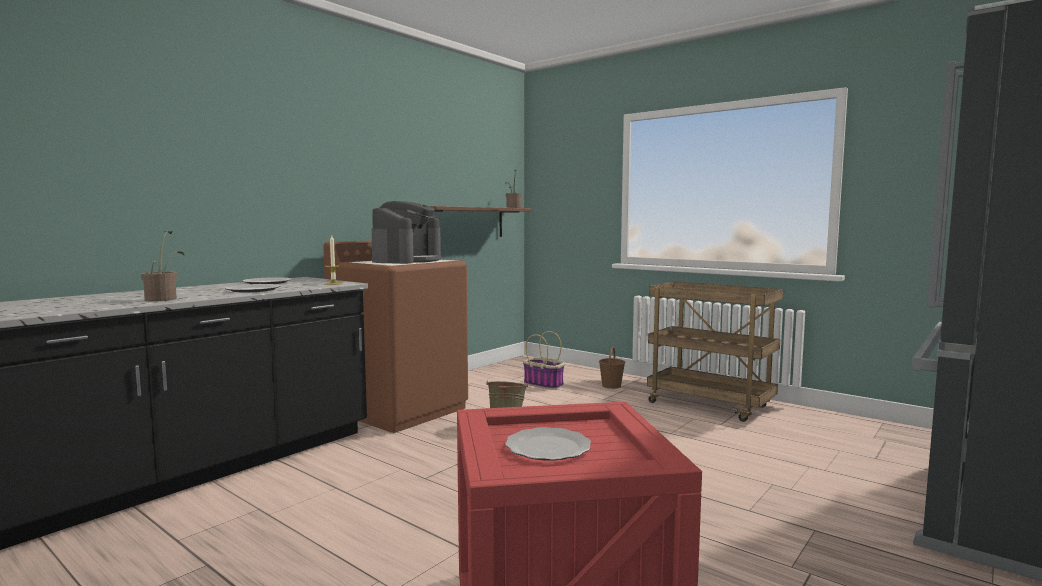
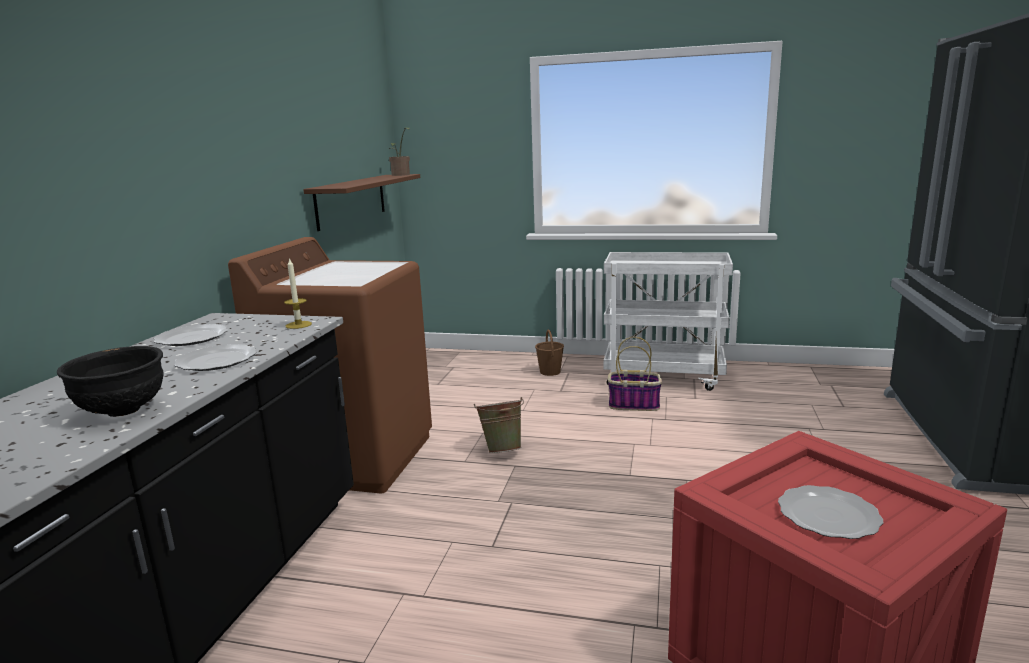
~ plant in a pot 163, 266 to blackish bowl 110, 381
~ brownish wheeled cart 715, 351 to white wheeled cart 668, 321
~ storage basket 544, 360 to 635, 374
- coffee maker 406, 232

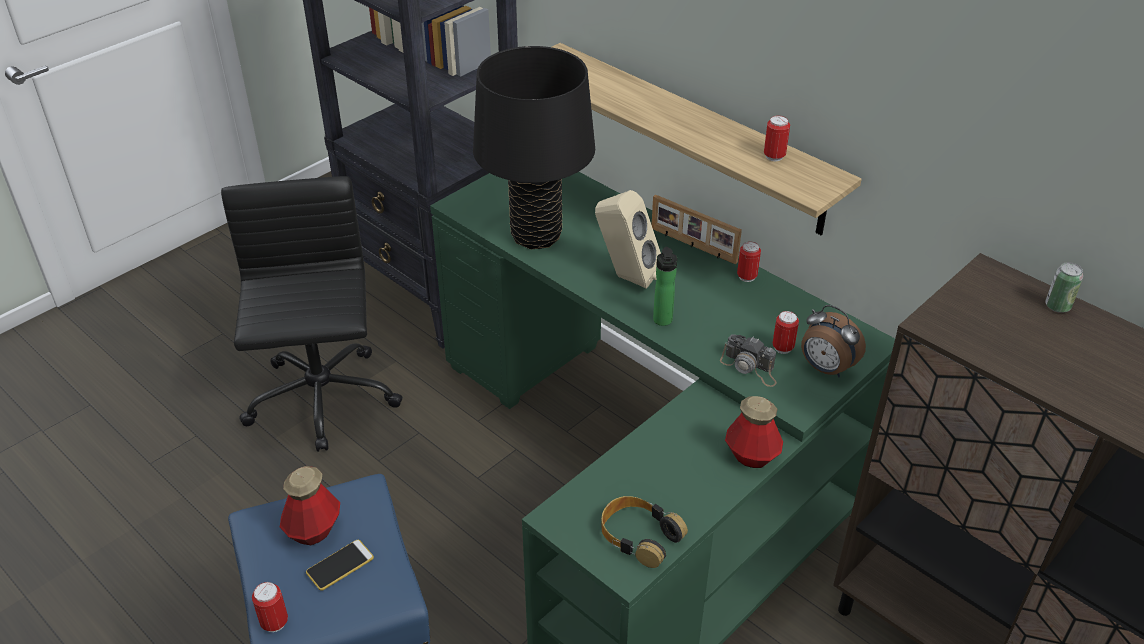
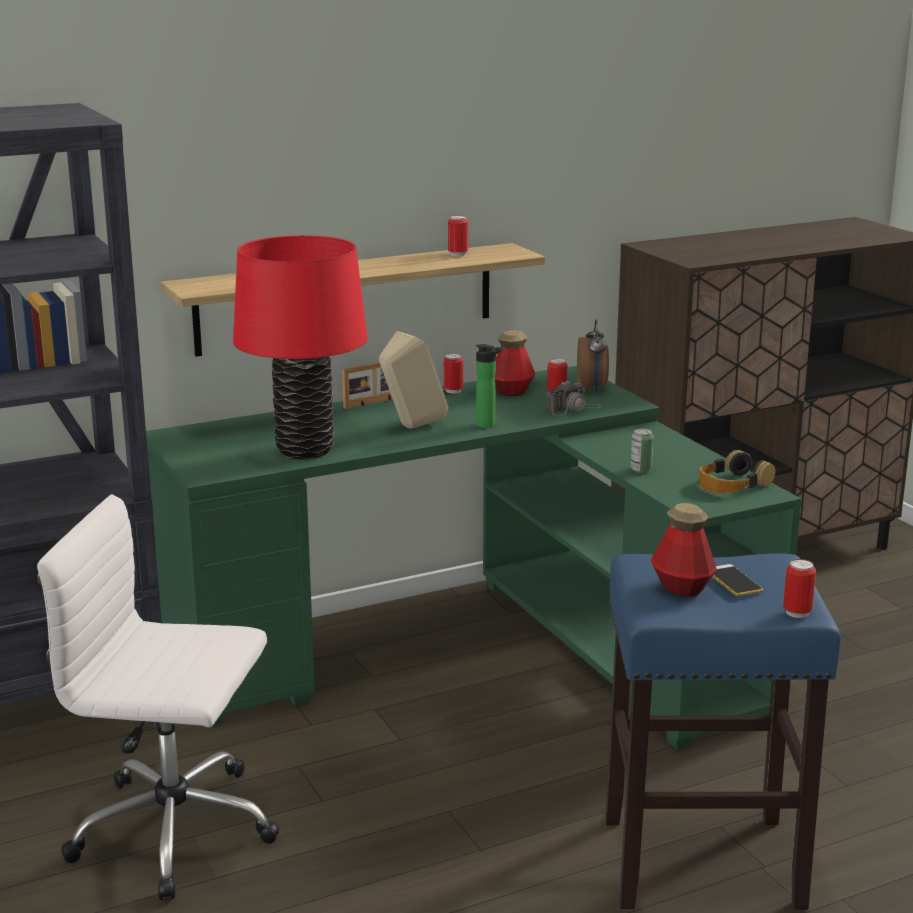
~ blackish desk chair 312, 314 to white desk chair 158, 697
~ blackish lamp for a table 534, 147 to reddish lamp for a table 300, 347
~ drink bottle 754, 432 to 515, 363
~ table clock 833, 341 = 593, 356 60 degrees counterclockwise
~ sealed can 1064, 287 to 642, 450

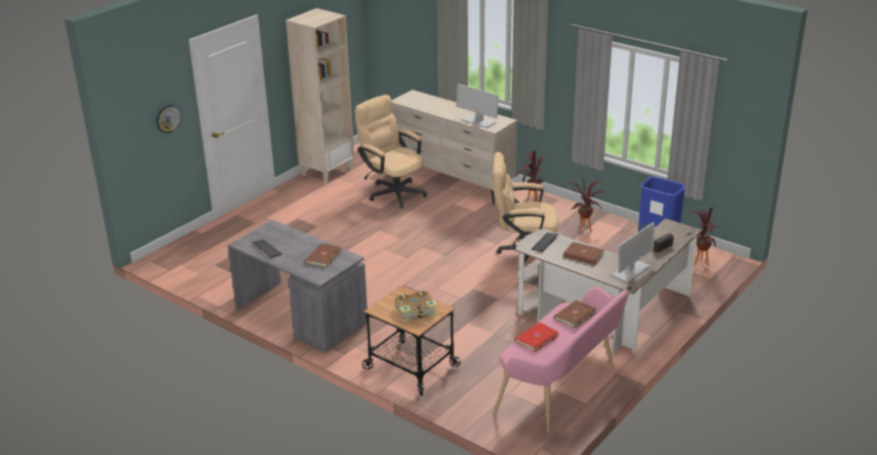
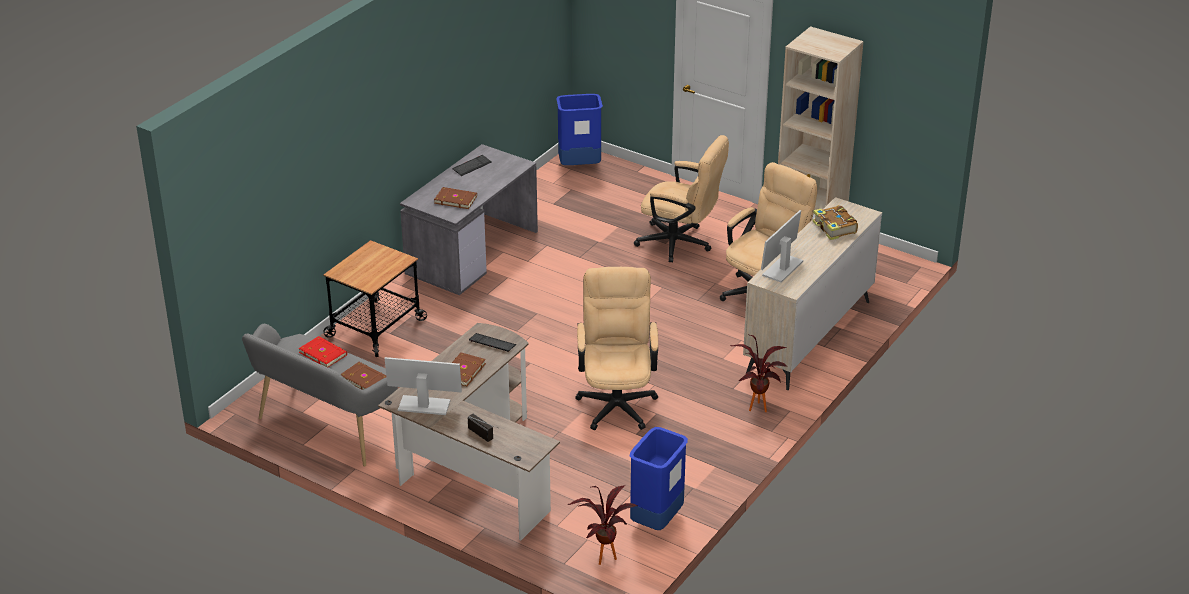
~ pinkish long seat 561, 359 to gray long seat 320, 395
~ computer display 633, 252 = 423, 386 150 degrees clockwise
+ blue trash can 579, 129
+ beige-coloured desk chair 681, 199
~ book 416, 306 to 835, 222
- hanging clock 168, 119
- plant in a pot 584, 202

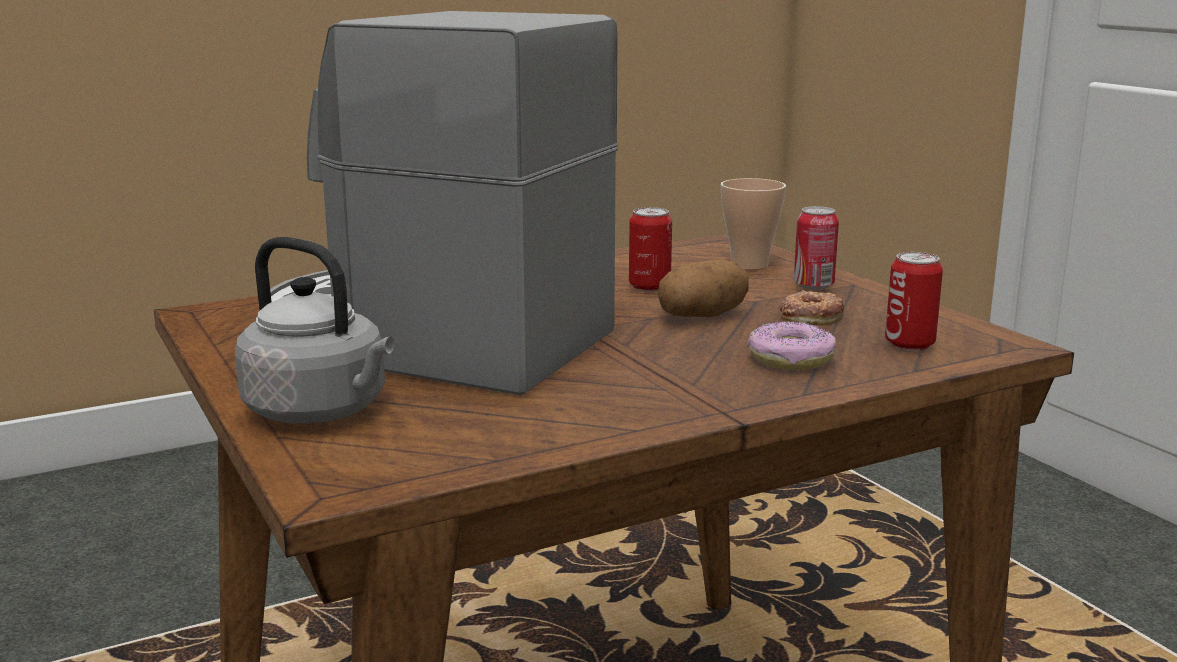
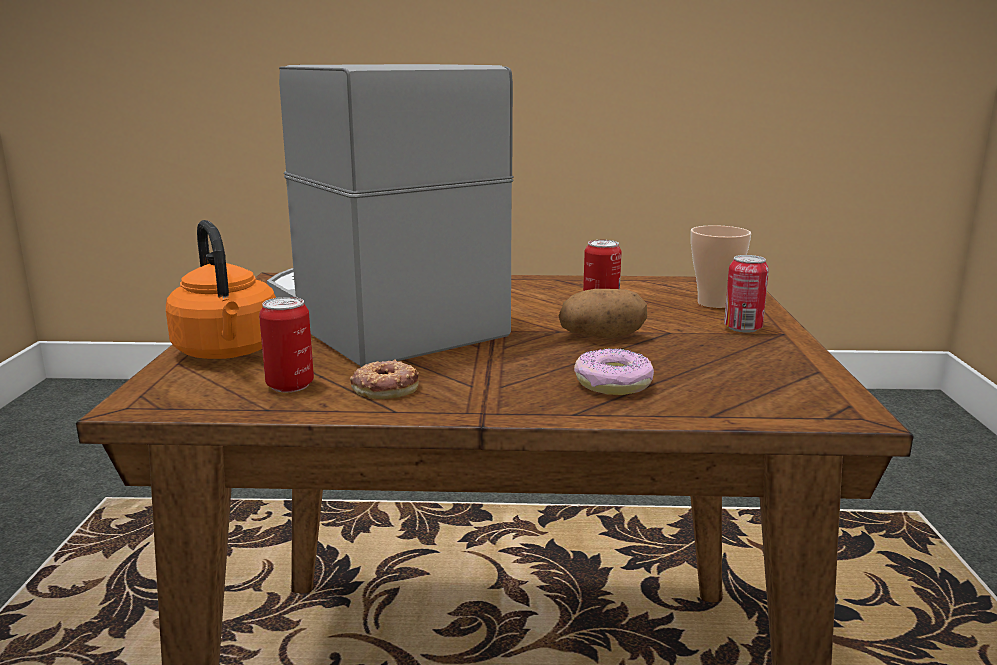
~ gray kettle 314, 330 to orange-coloured kettle 221, 289
~ sealed can 914, 301 to 286, 344
~ doughnut 812, 307 to 384, 379

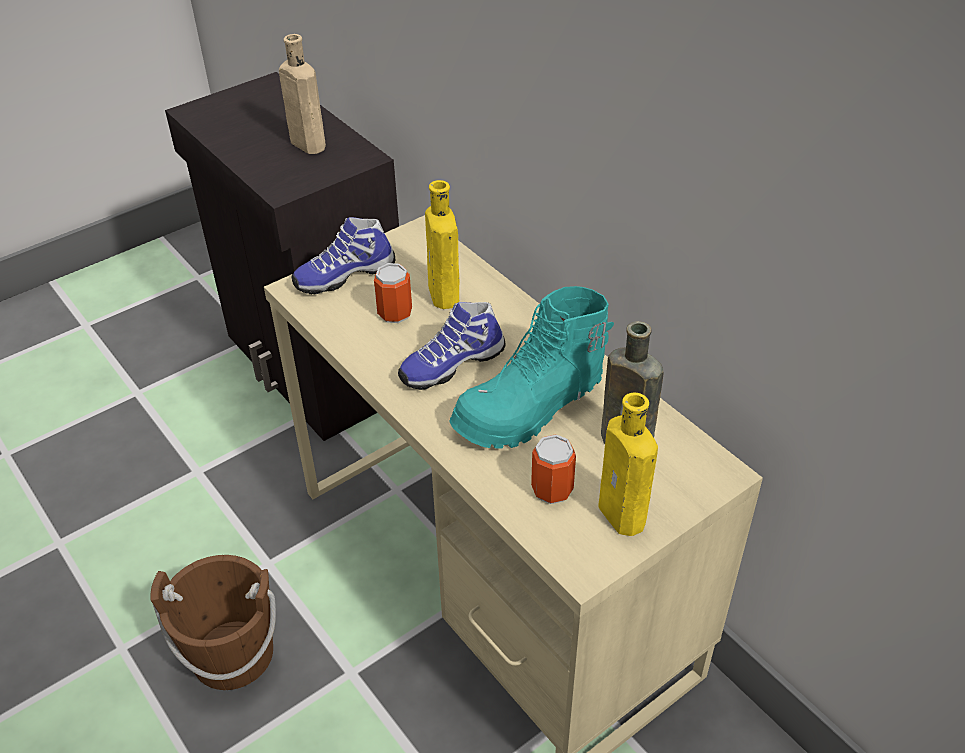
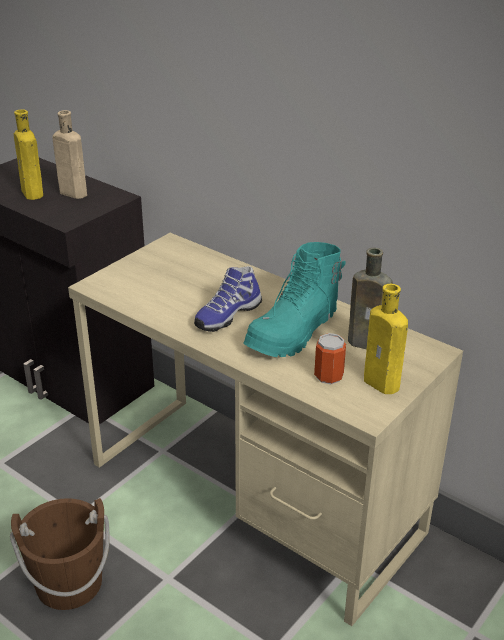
~ yellow drink bottle 442, 244 to 28, 155
- low shoe 343, 255
- sealed can 393, 293

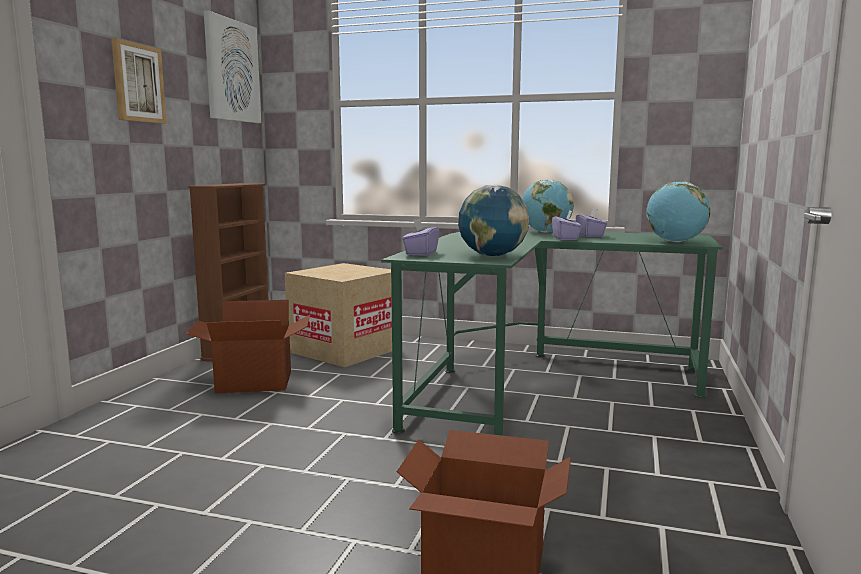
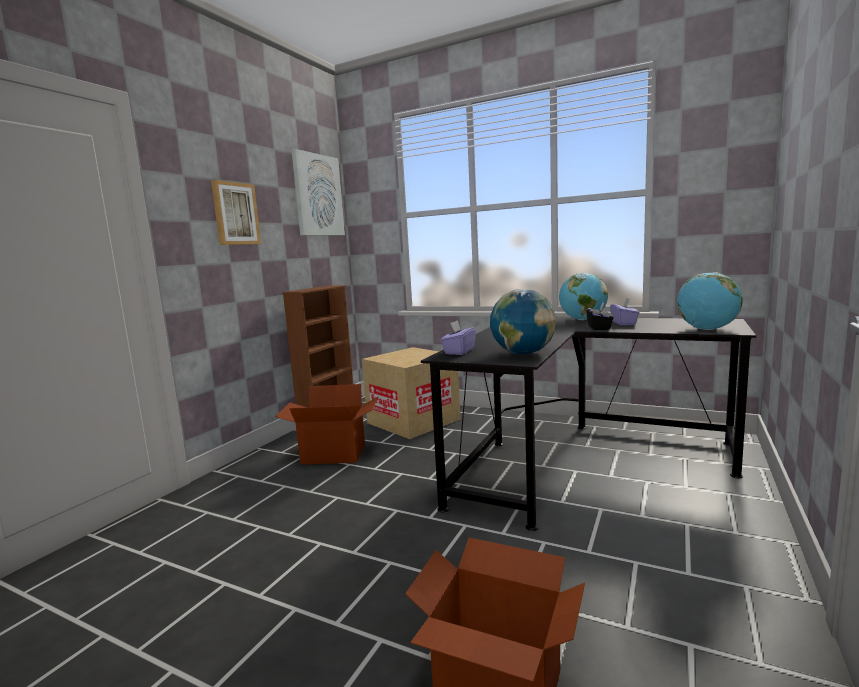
~ green-coloured desk 552, 333 to blackish desk 588, 424
~ purplish box of tissues 567, 225 to blackish box of tissues 600, 316

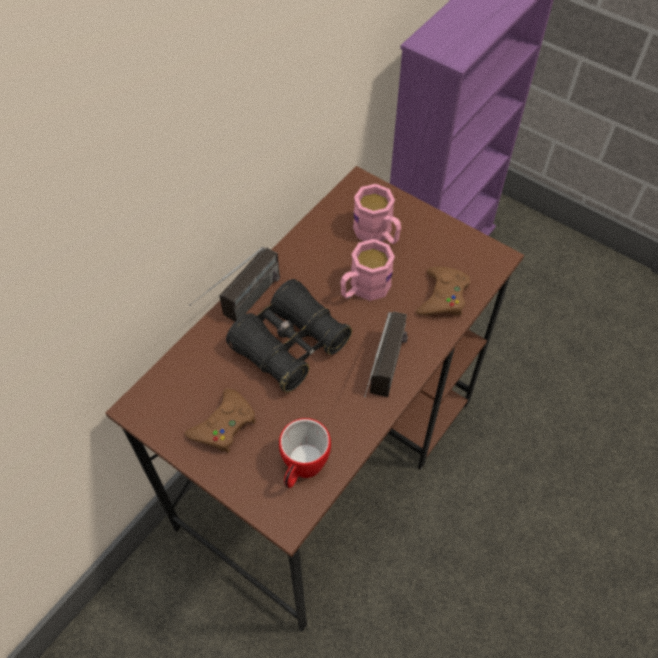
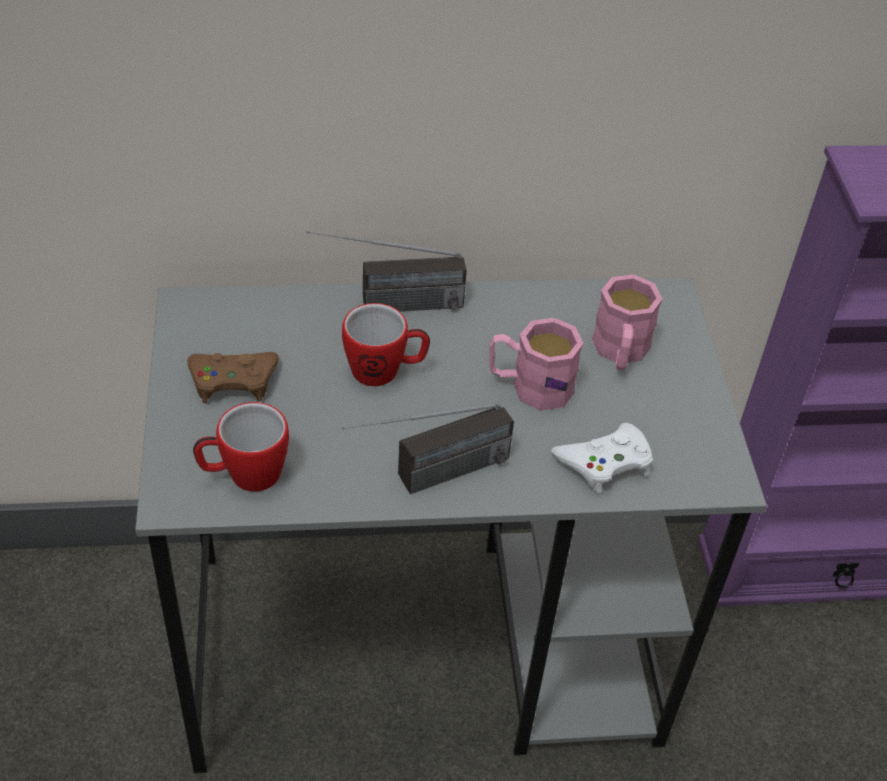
~ brownish desk 314, 399 to gray desk 451, 525
~ blackish binoculars 289, 335 to coffee mug 386, 344
~ brownish joypad 443, 291 to white joypad 602, 458

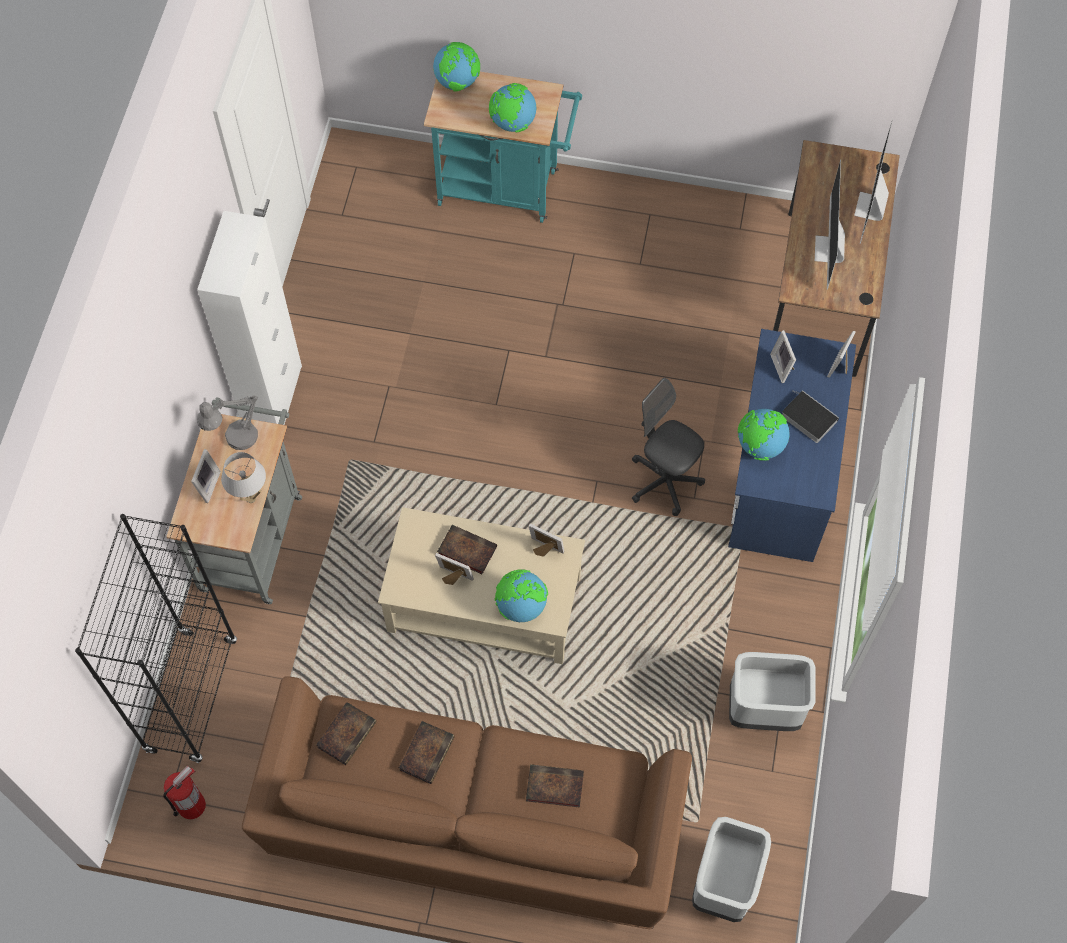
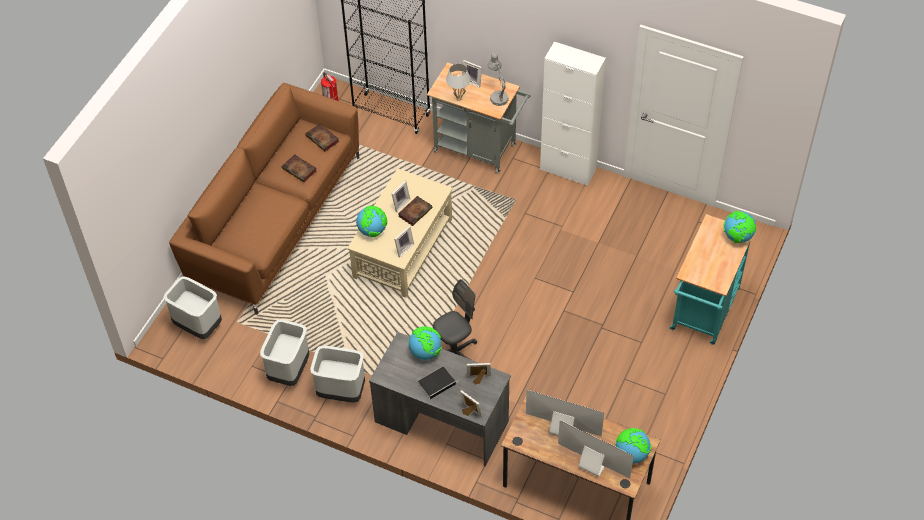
+ gray trash can 337, 374
~ blue desk 792, 445 to gray desk 440, 399
~ globe 512, 107 to 633, 446
- book 555, 786

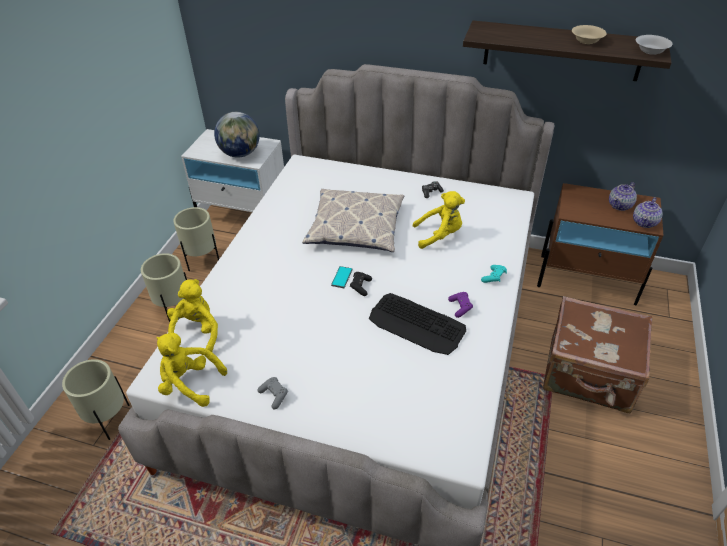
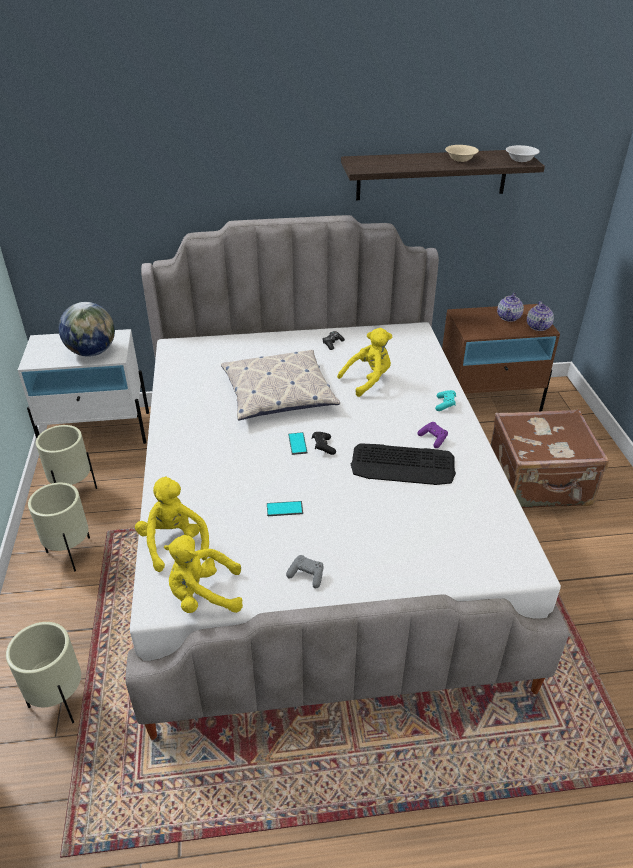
+ telephone 285, 508

